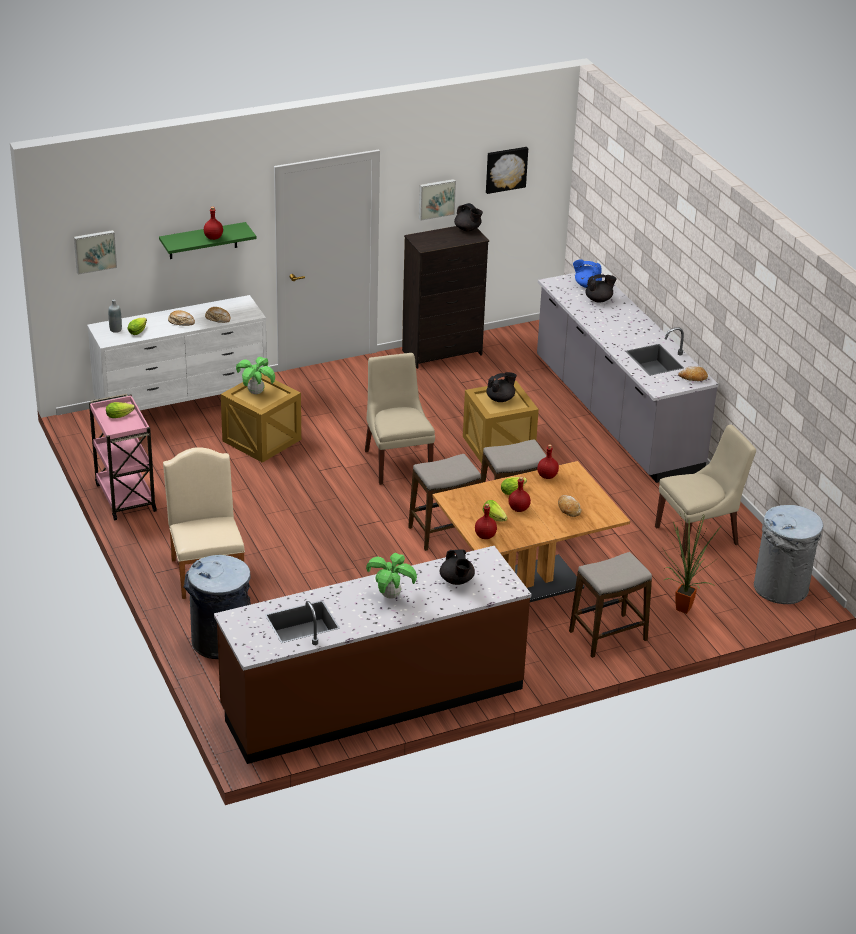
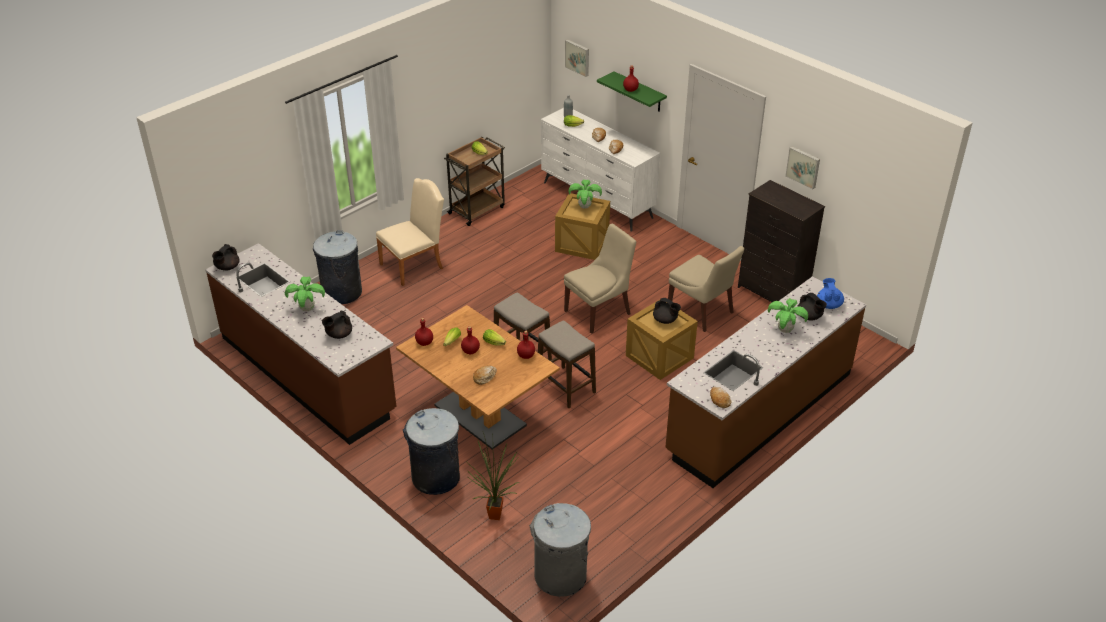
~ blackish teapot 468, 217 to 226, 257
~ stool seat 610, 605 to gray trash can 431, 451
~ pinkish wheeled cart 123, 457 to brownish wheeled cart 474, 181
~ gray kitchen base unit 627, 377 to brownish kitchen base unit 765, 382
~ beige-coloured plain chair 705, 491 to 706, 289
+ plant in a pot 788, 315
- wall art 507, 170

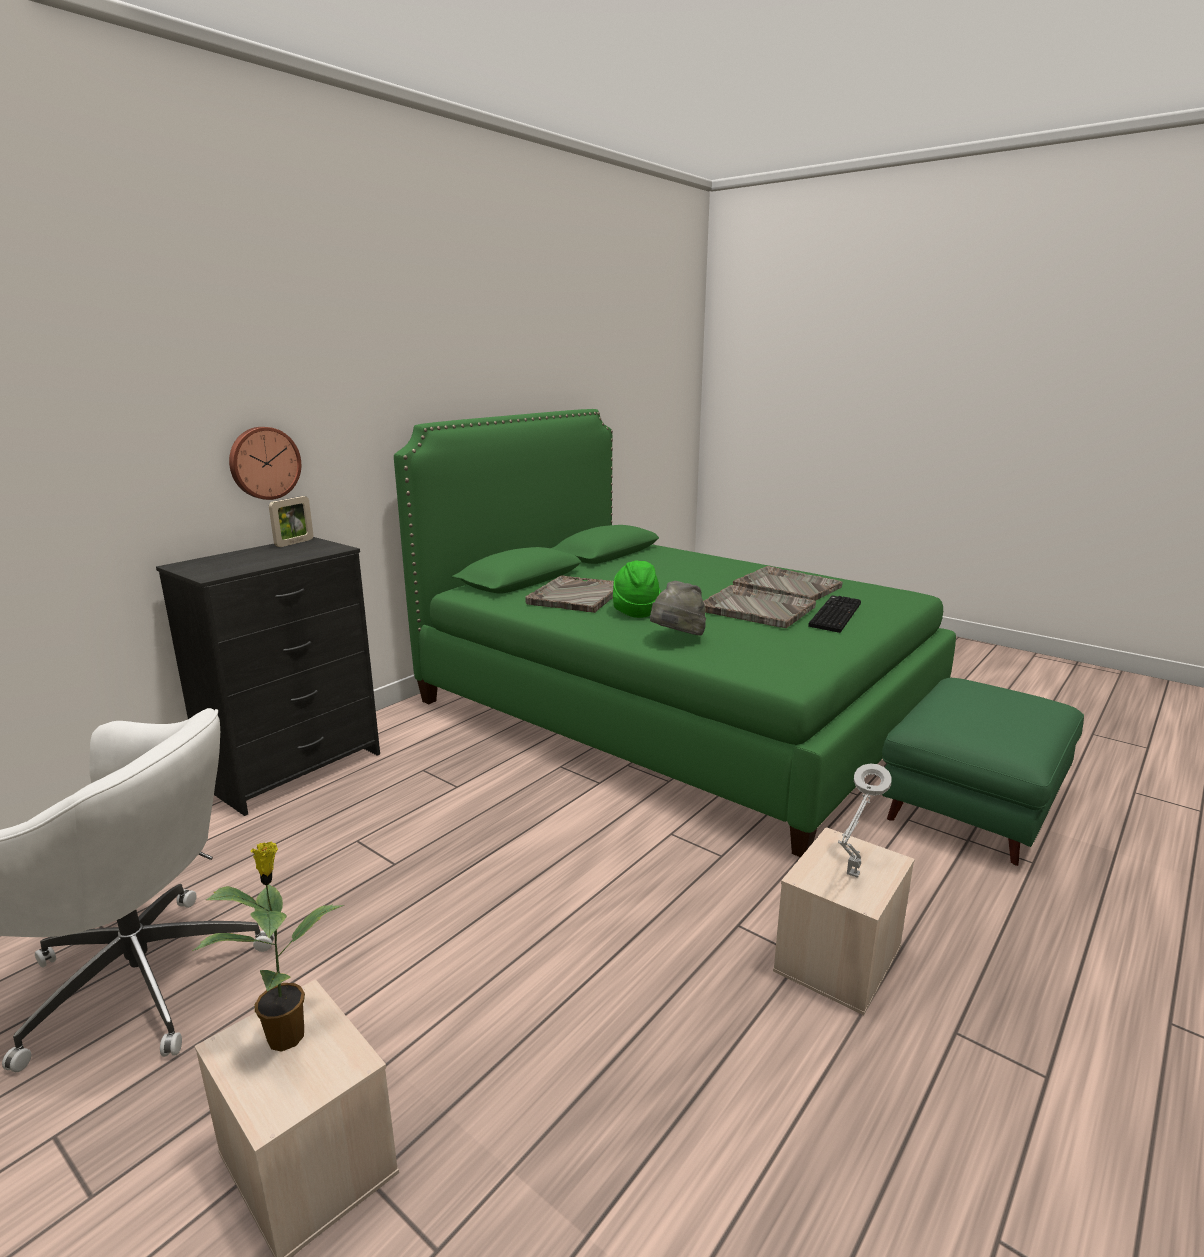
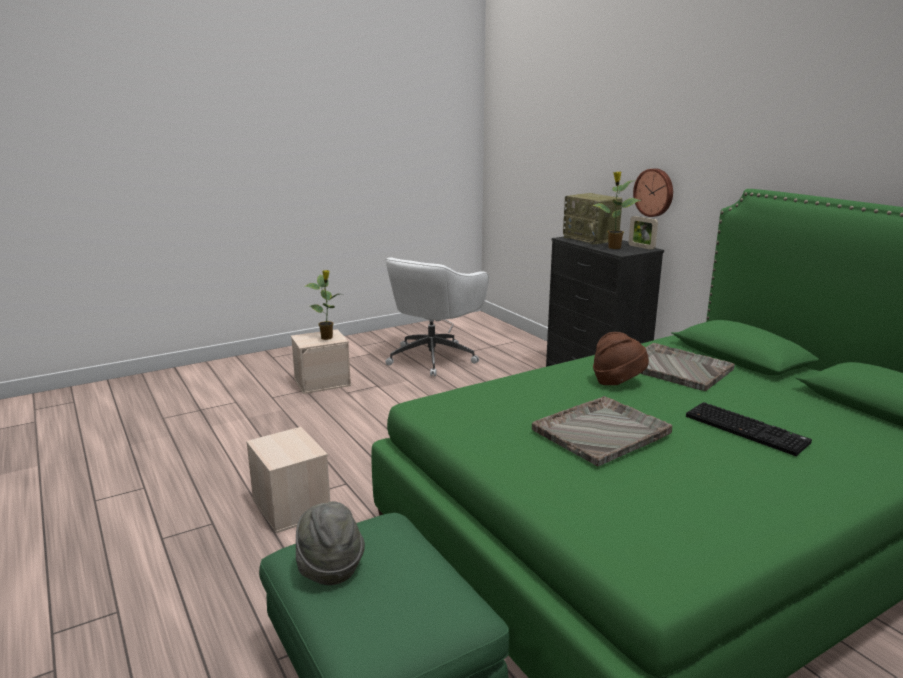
~ gray clothing hat 678, 608 to 330, 543
+ radio 593, 219
+ plant in a pot 616, 210
~ green-coloured clothing hat 637, 589 to brownish clothing hat 621, 358
~ keyboard 834, 614 to 749, 429
- gray tray 788, 583
- gray lamp for a table 865, 821

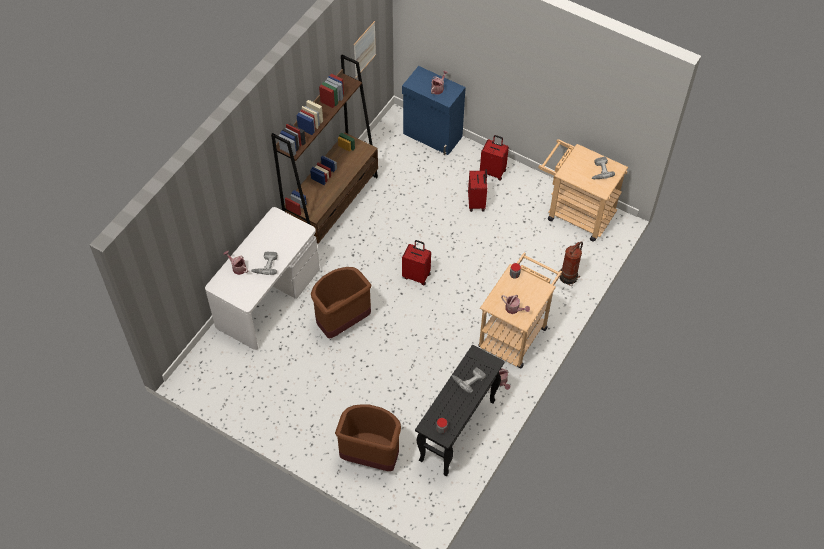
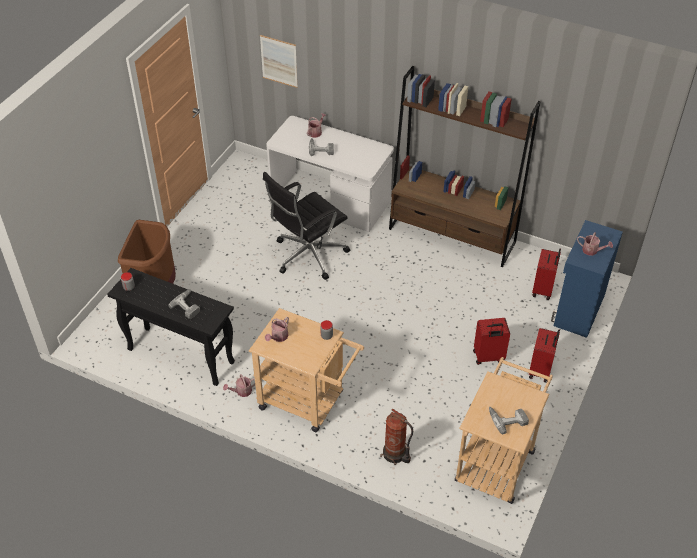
~ wall art 365, 49 to 279, 61
~ brownish trash can 341, 302 to blackish desk chair 306, 226
~ reddish piece of luggage 416, 262 to 546, 274

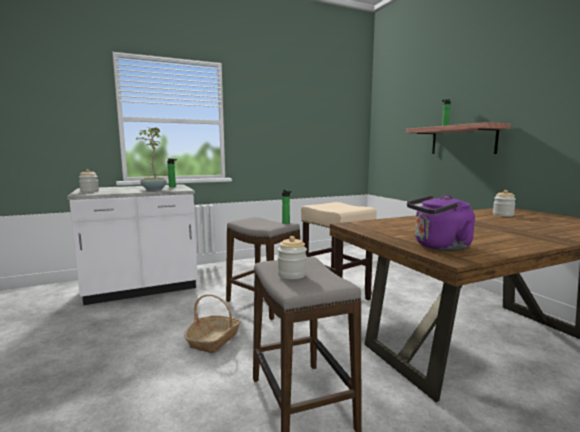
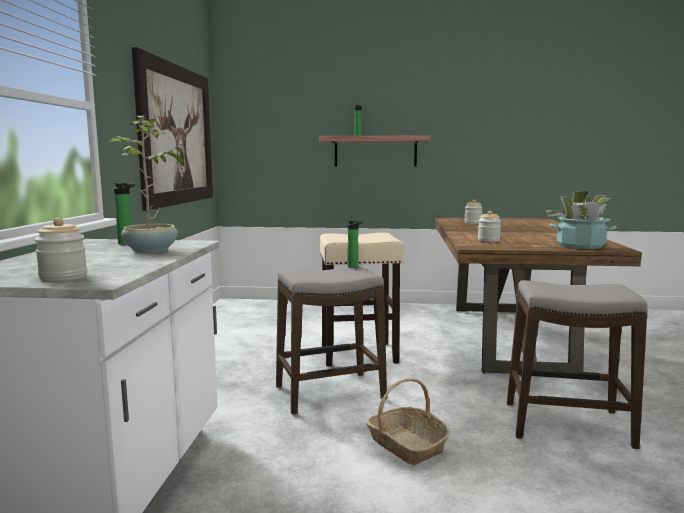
+ wall art 172, 129
~ preserve jar 292, 257 to 489, 226
~ purplish kettle 441, 223 to plant in a pot 581, 220

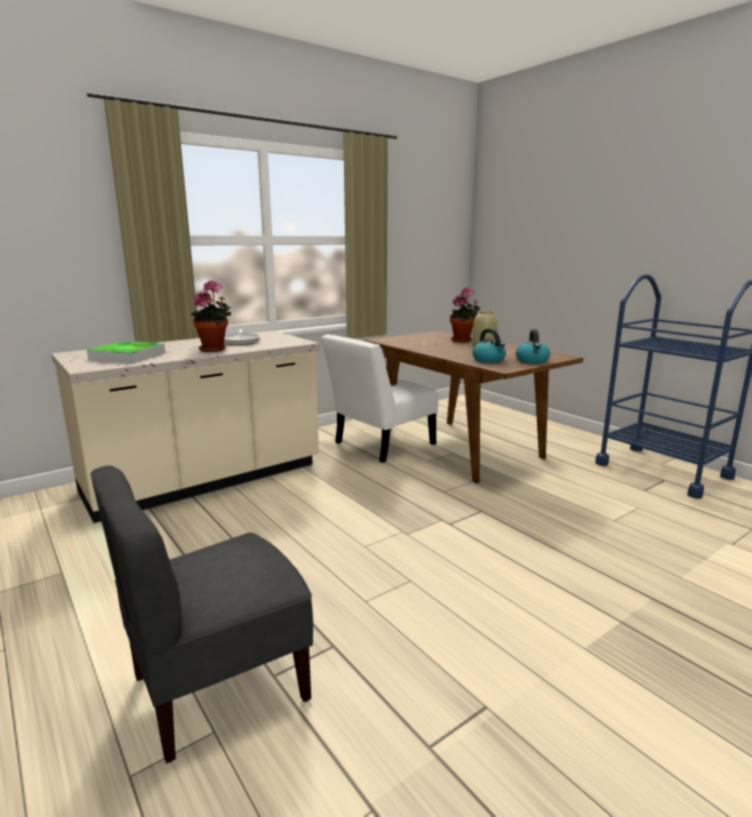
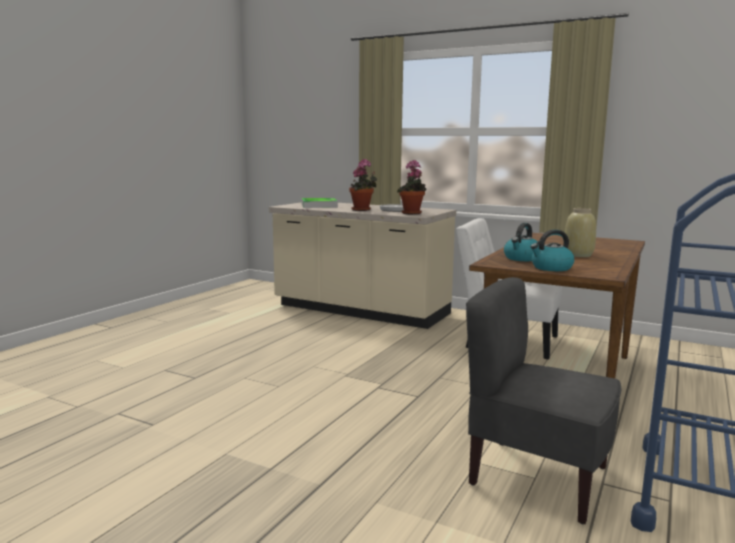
~ plant in a pot 465, 314 to 412, 187
~ gray plain chair 201, 615 to 543, 400

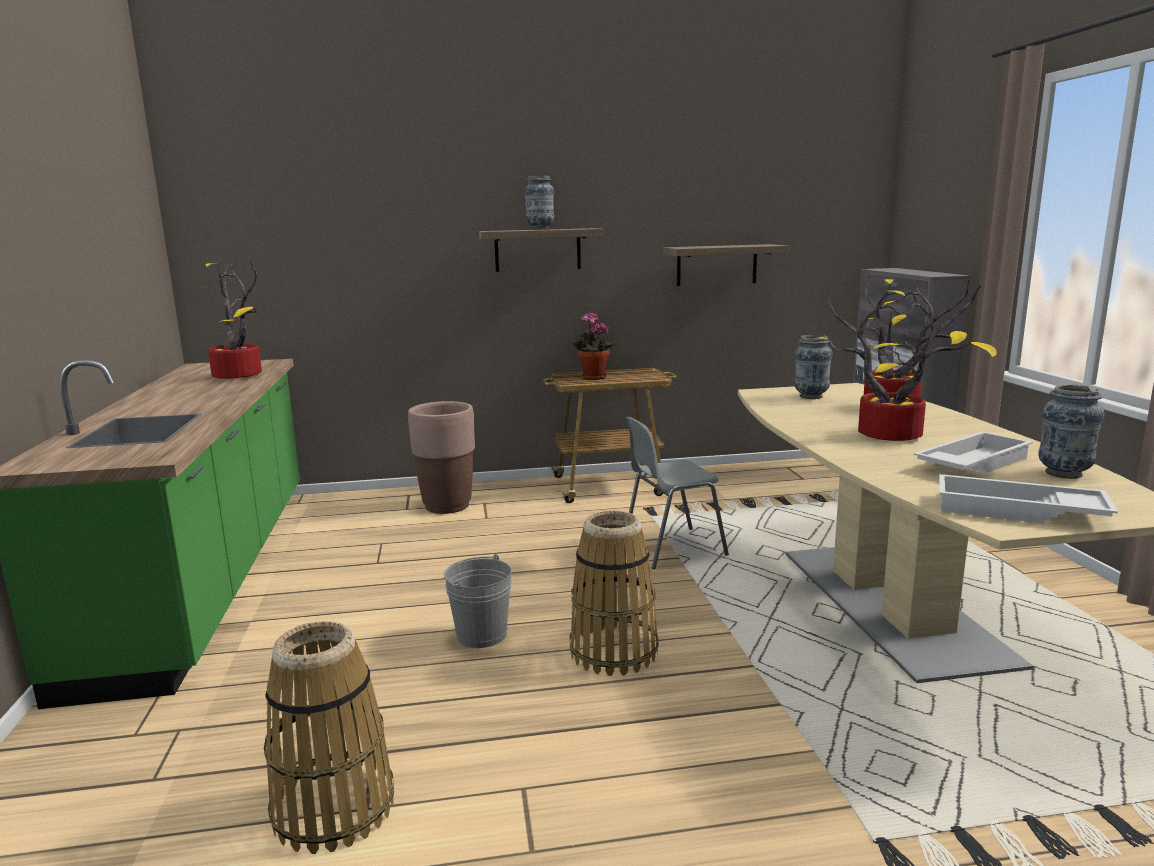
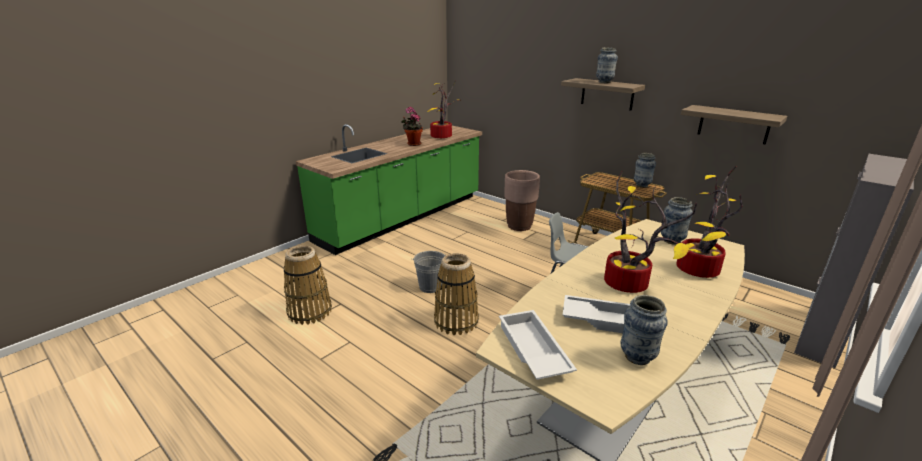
~ plant in a pot 594, 346 to 412, 126
+ flower vase 645, 170

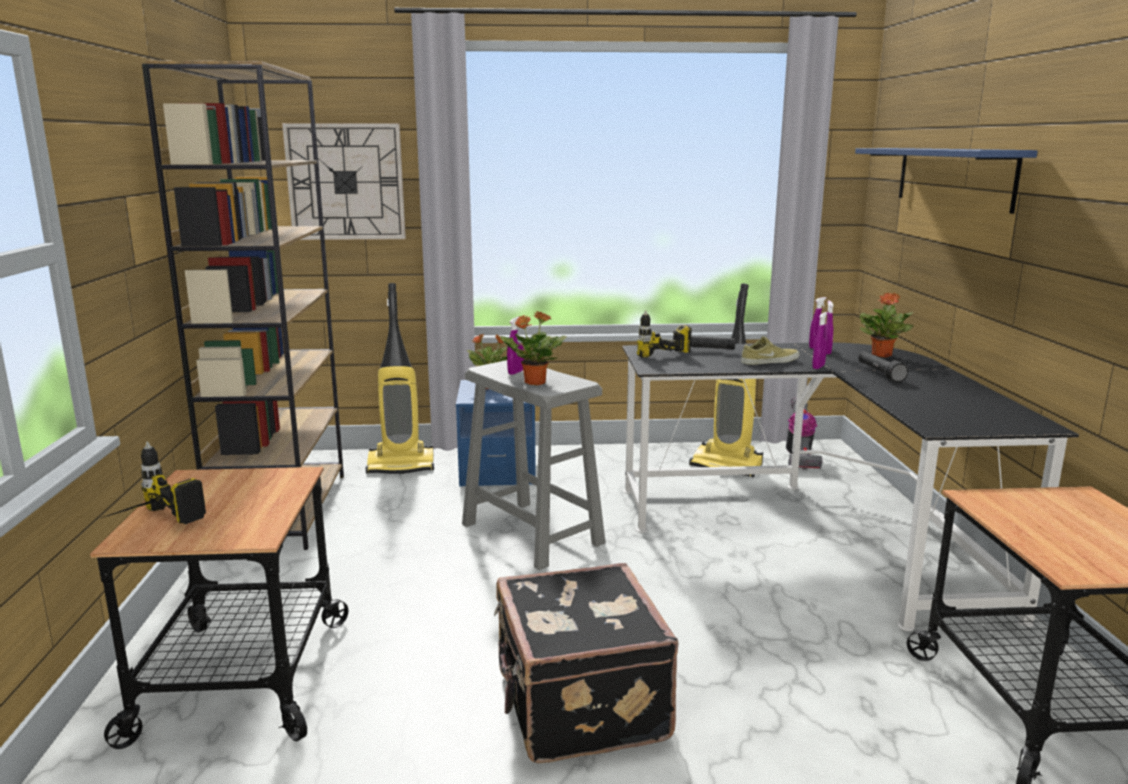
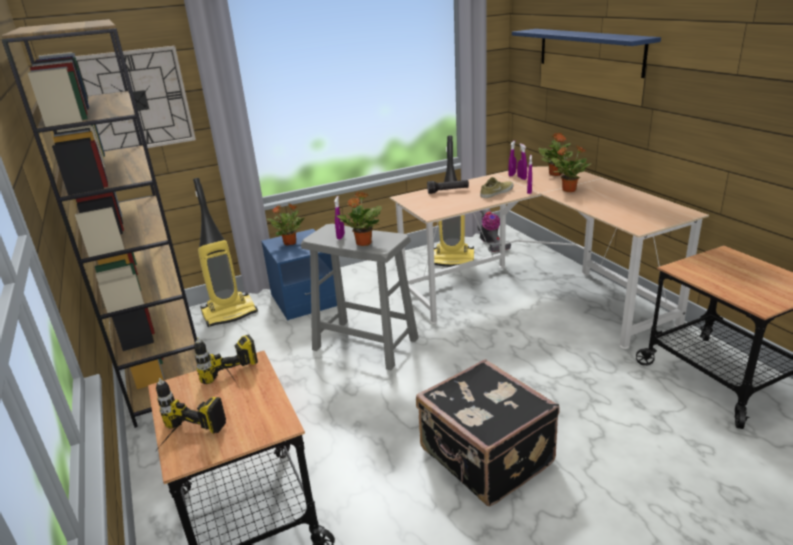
~ electric drill 664, 334 to 226, 359
~ blackish desk 850, 487 to beige-coloured desk 549, 257
~ blackish torch 883, 367 to plant in a pot 571, 168

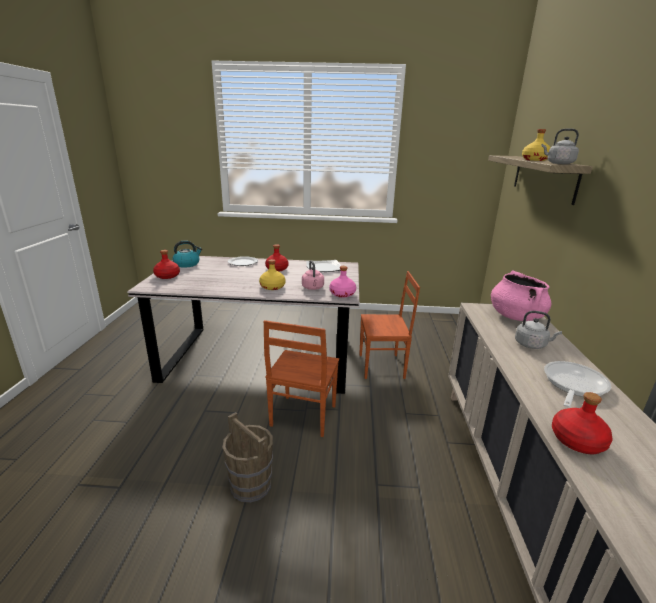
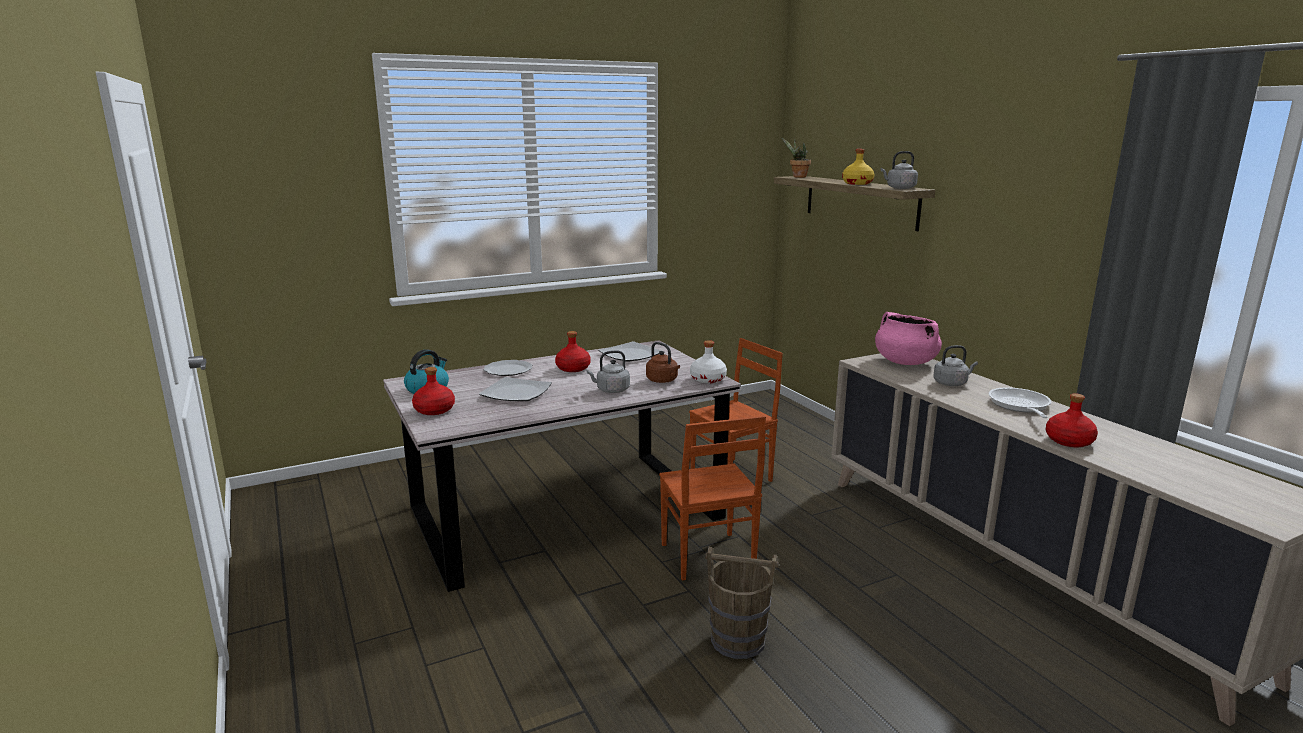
+ flat dish 515, 389
~ yellow drink bottle 272, 274 to gray kettle 608, 371
~ pinkish kettle 313, 275 to brownish kettle 663, 362
~ pinkish drink bottle 342, 281 to white drink bottle 708, 361
+ plant in a pot 796, 158

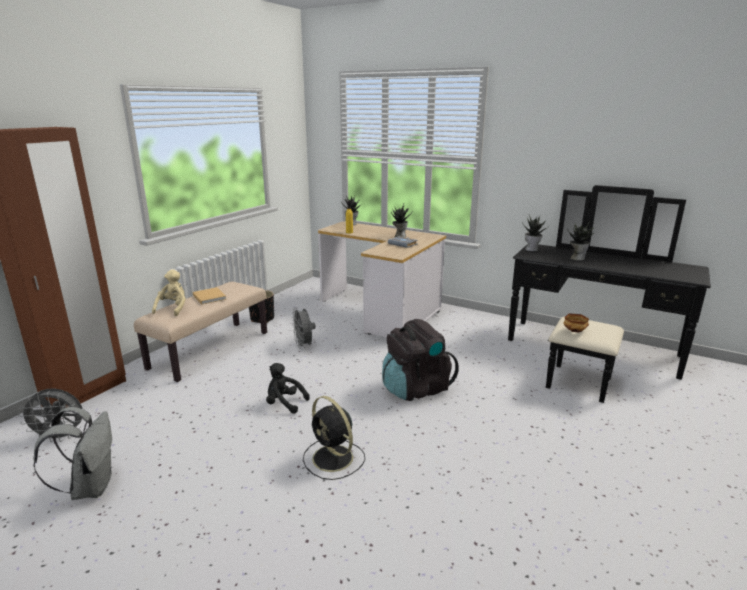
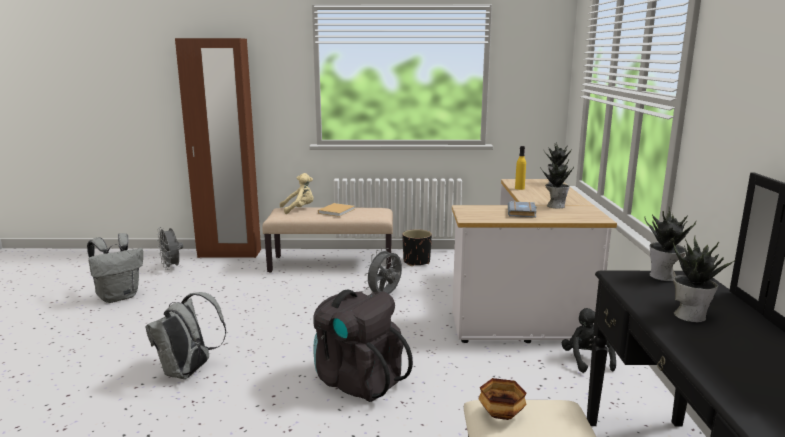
~ blackish cooling fan 334, 438 to gray rucksack 186, 335
~ blackish soft toy 288, 388 to 589, 340

